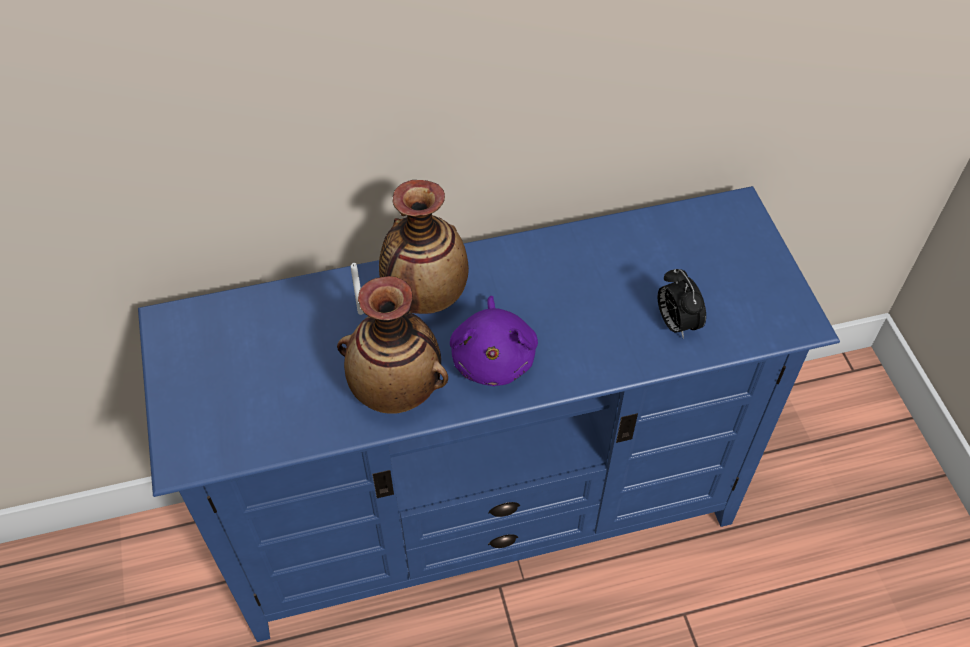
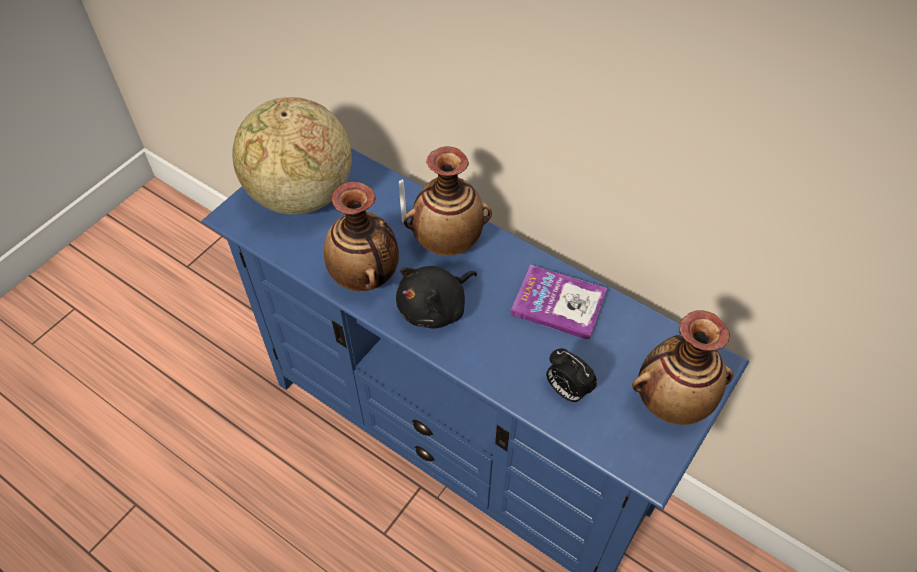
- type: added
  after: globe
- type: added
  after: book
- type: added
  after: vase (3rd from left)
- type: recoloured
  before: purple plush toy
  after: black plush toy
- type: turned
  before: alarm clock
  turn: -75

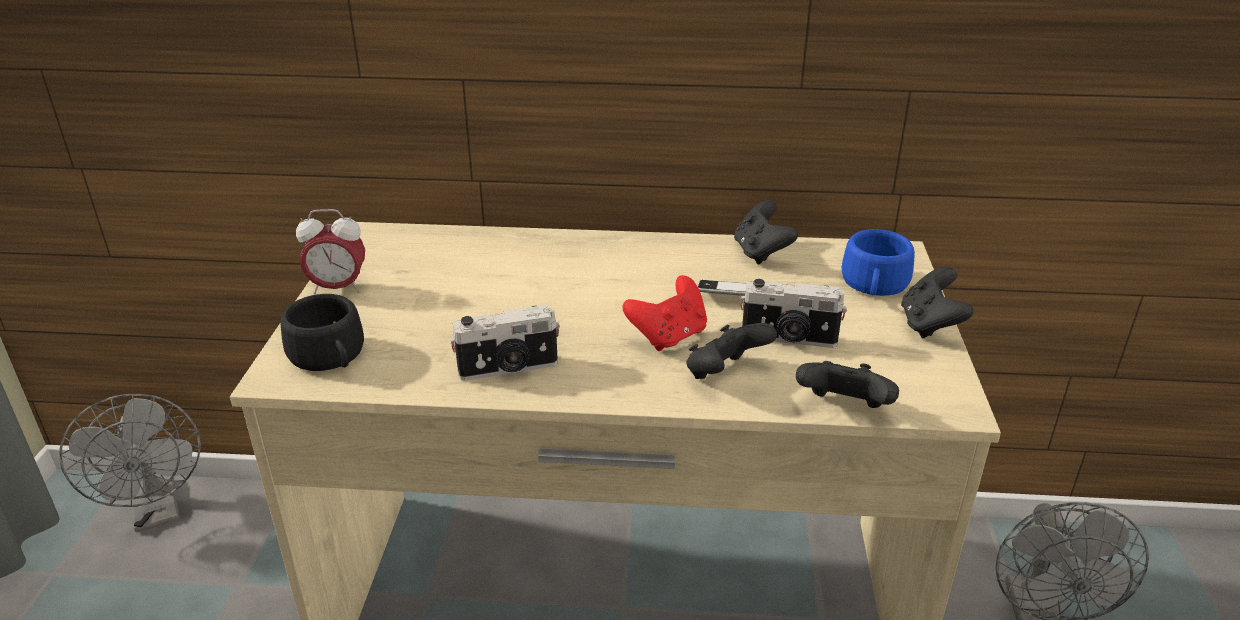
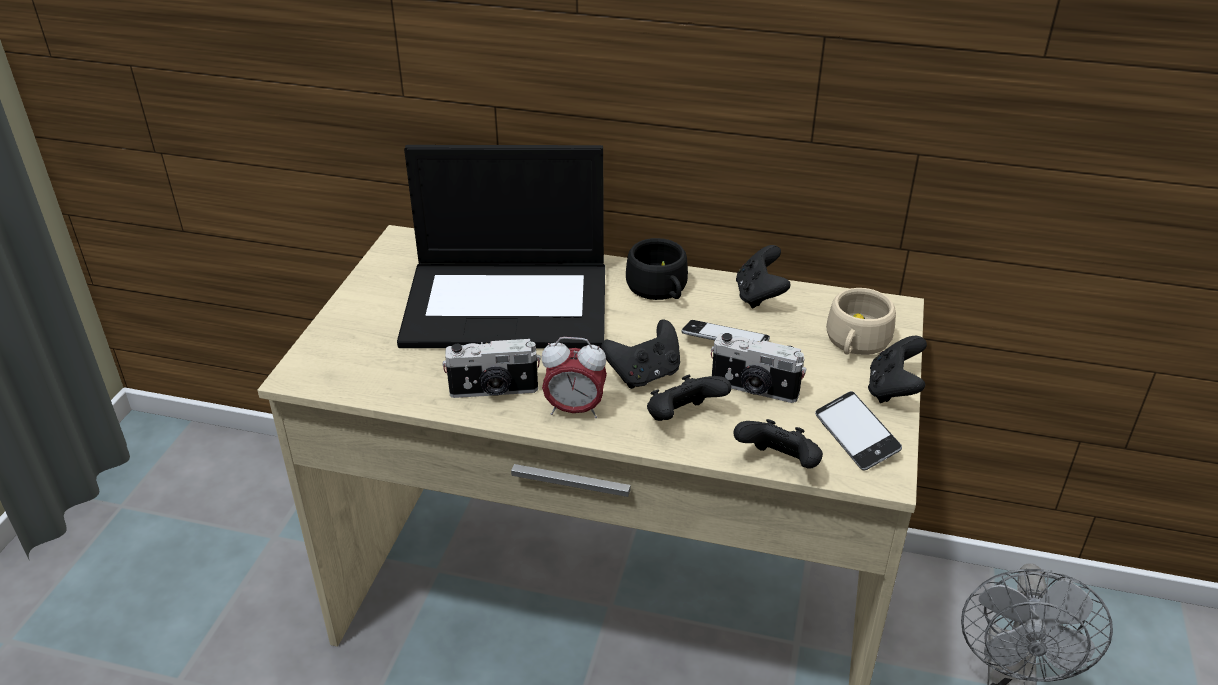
- type: removed
  before: grey fan (1st from left)
- type: added
  after: laptop
- type: added
  after: phone (2nd from left)
- type: moved
  before: black cup
- type: moved
  before: alarm clock
- type: recoloured
  before: red game controller
  after: black game controller (1st from left)
- type: recoloured
  before: blue cup
  after: beige cup

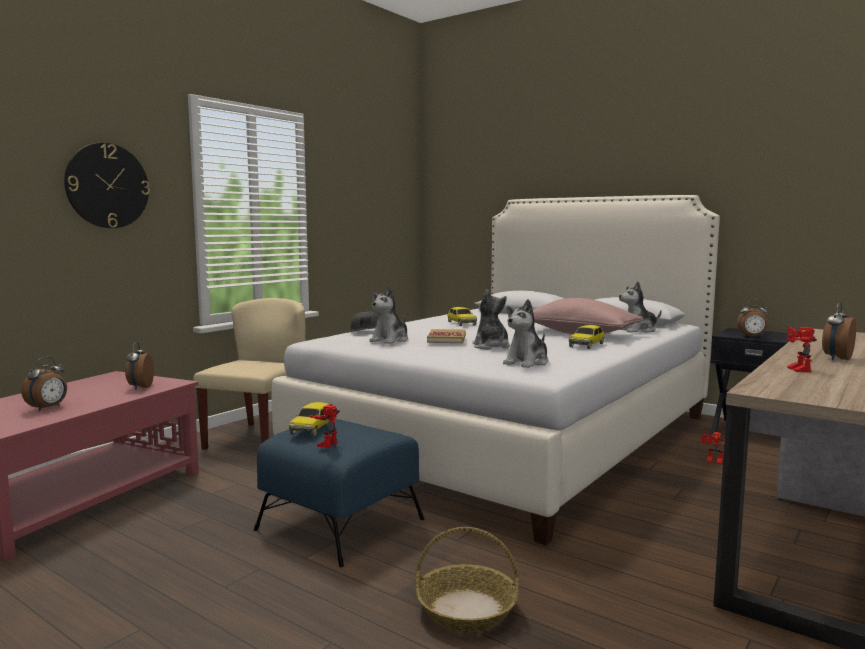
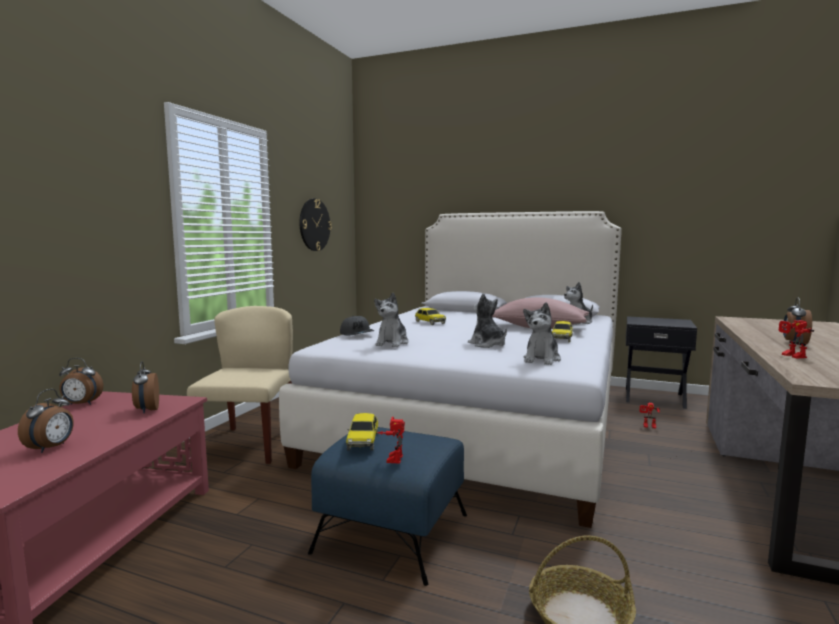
- type: removed
  before: book
- type: moved
  before: wall clock
- type: moved
  before: alarm clock (3rd from left in the first image)
  after: alarm clock (2nd from left)

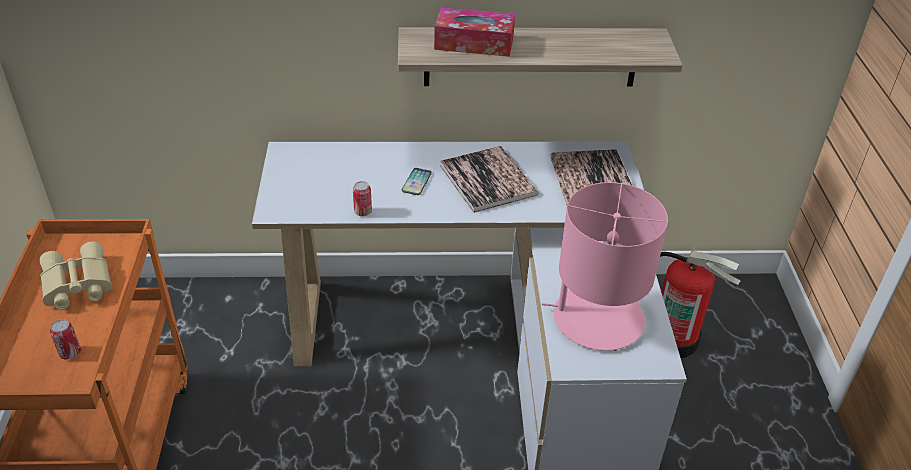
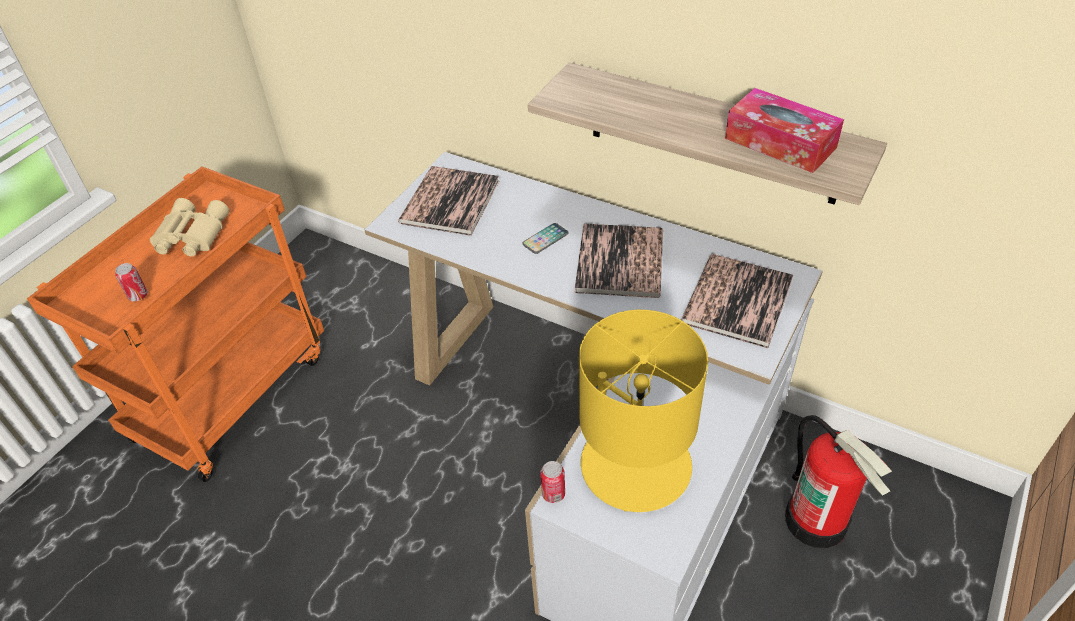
- type: added
  after: book (1st from left)
- type: moved
  before: can (2nd from left)
- type: moved
  before: tissue box
- type: recoloured
  before: pink table lamp
  after: yellow table lamp

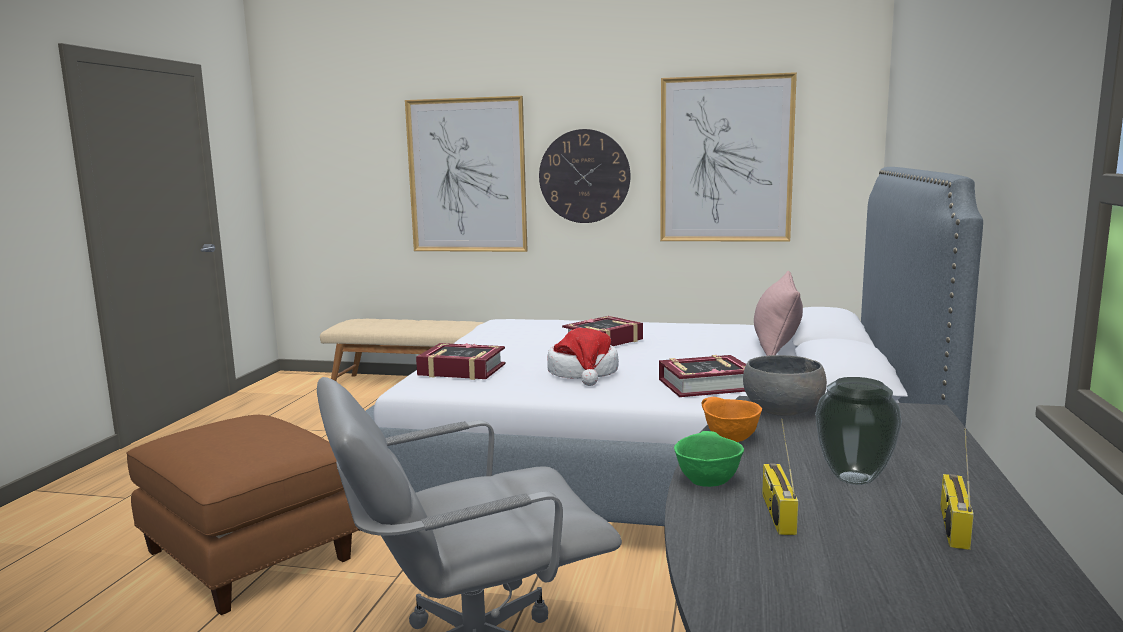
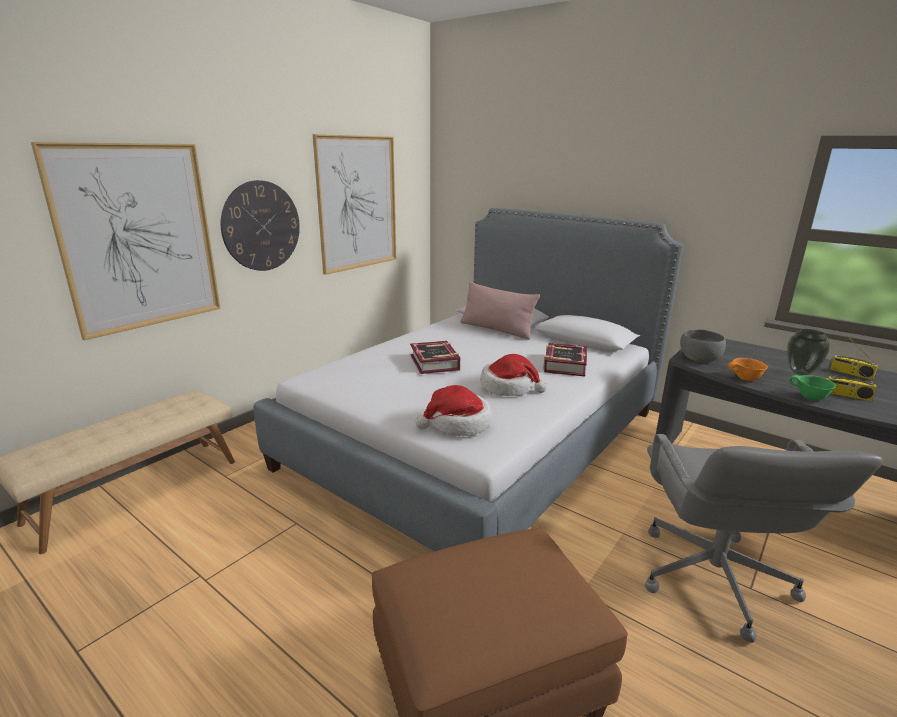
- type: replaced
  before: book (1st from left)
  after: hat (1st from left)

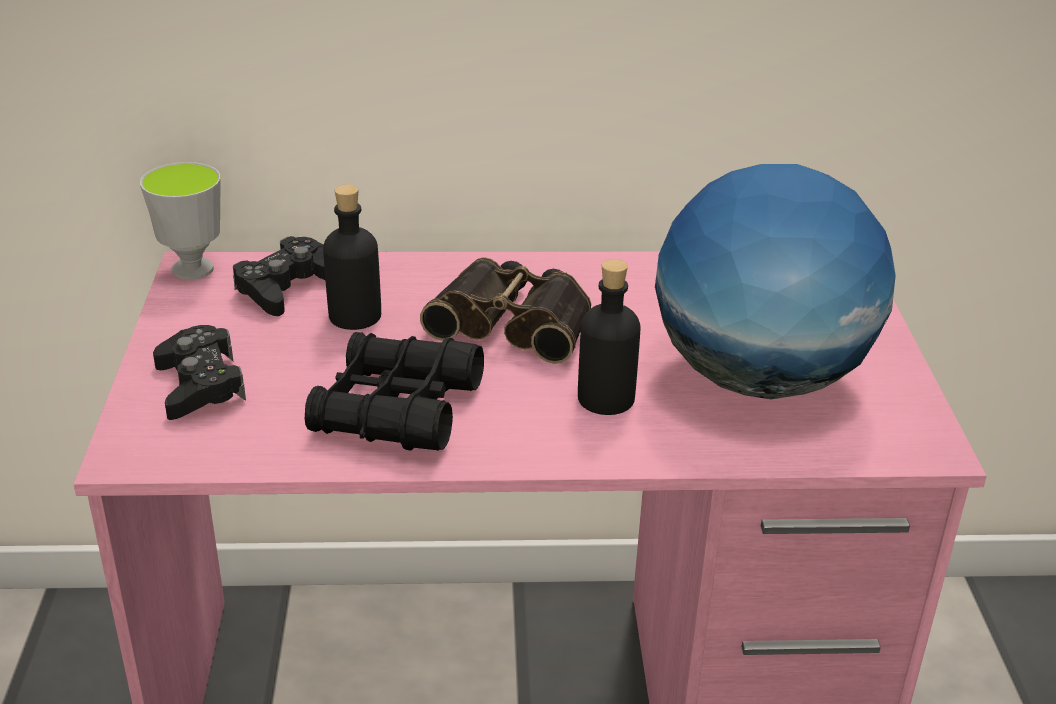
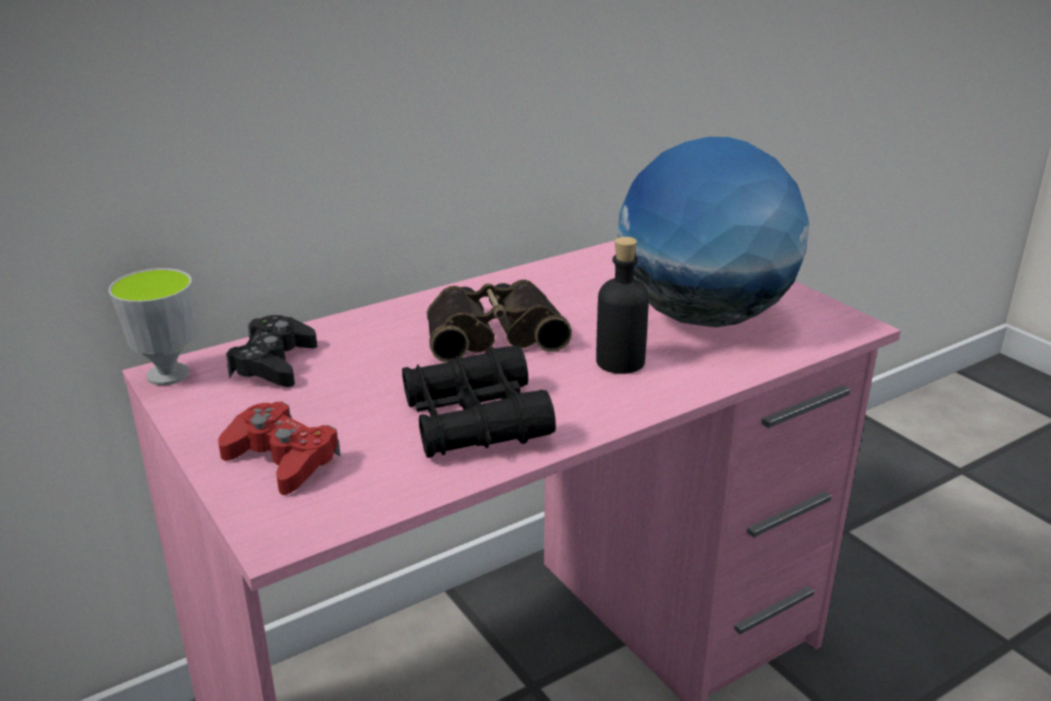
- type: removed
  before: black bottle (1st from left)
- type: recoloured
  before: black game controller (1st from left)
  after: red game controller

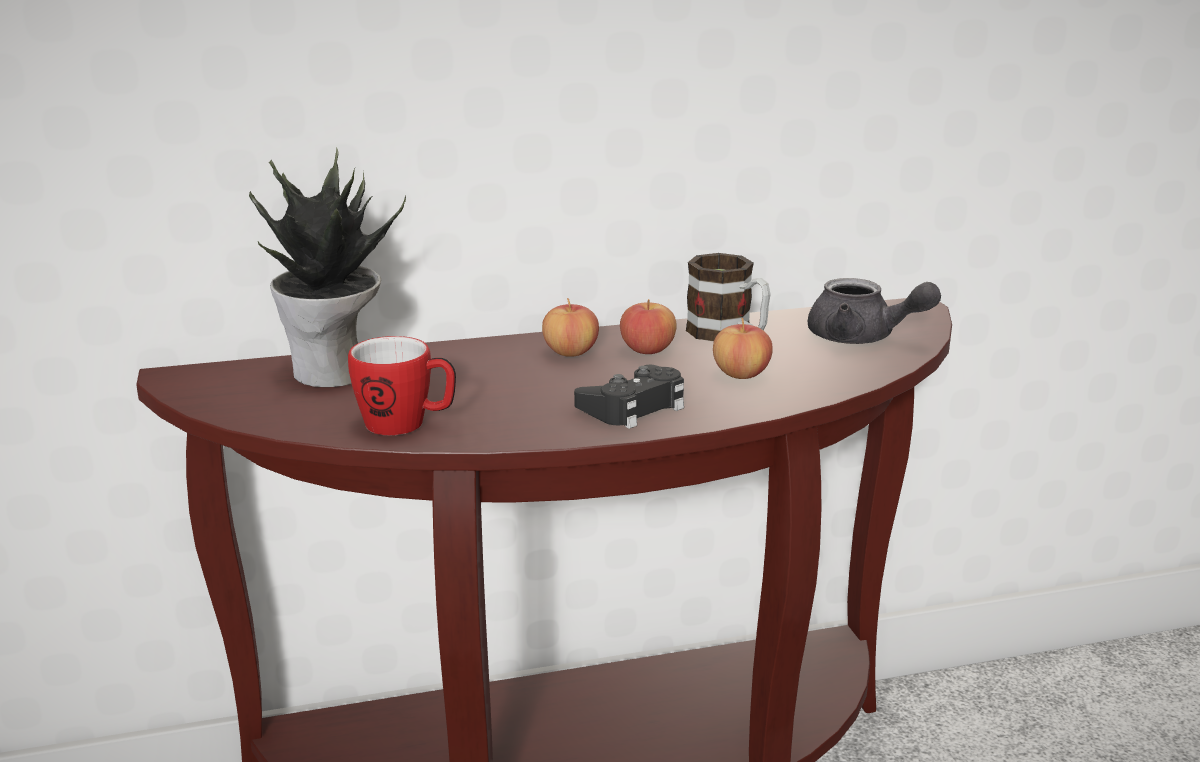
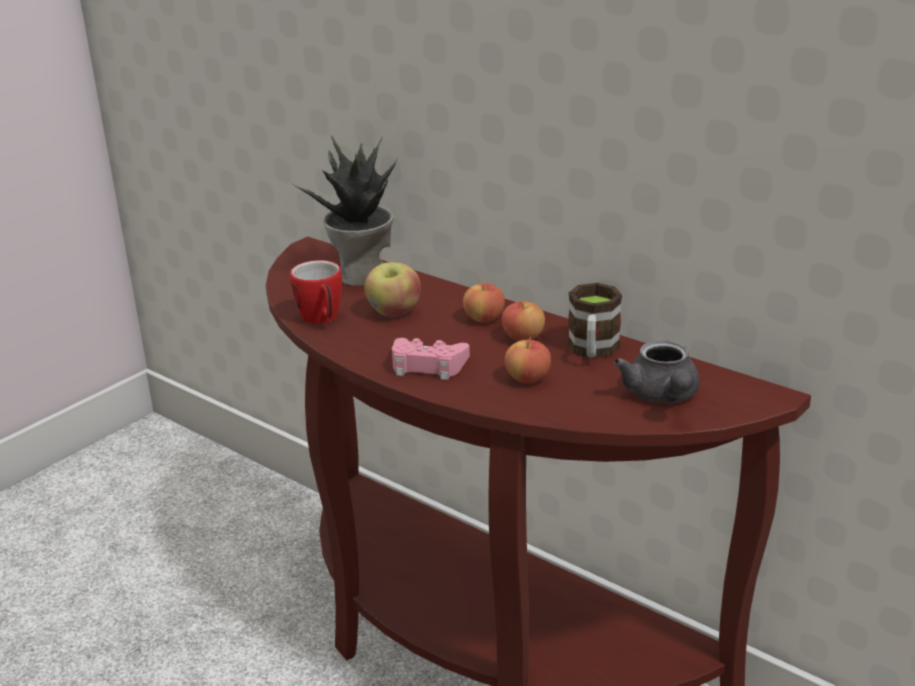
- type: added
  after: apple (1st from left)
- type: recoloured
  before: black game controller
  after: pink game controller

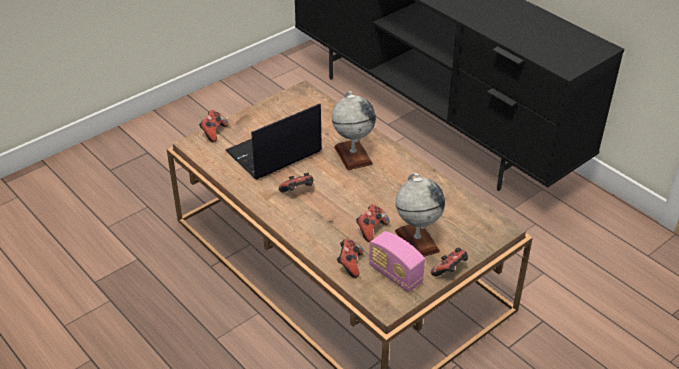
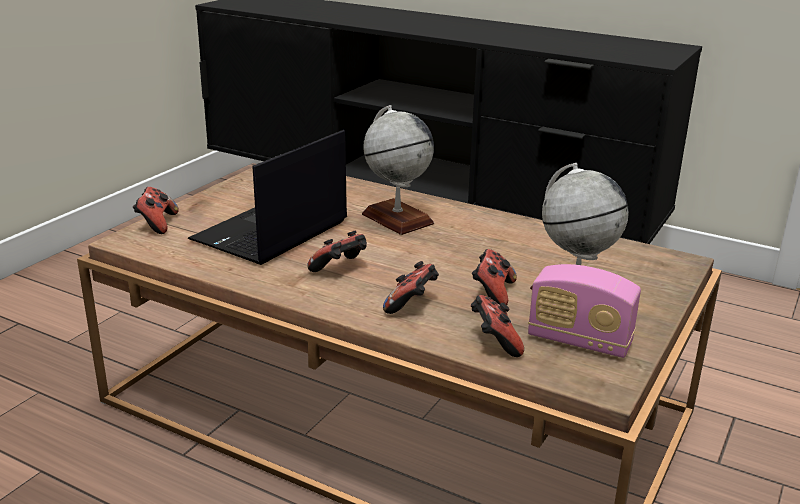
- type: moved
  before: game controller (5th from left in the first image)
  after: game controller (3rd from left)

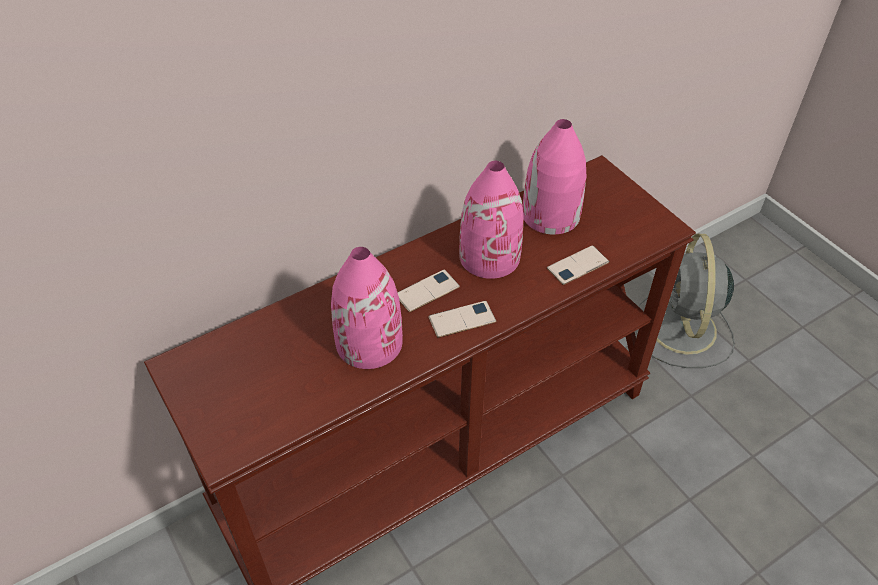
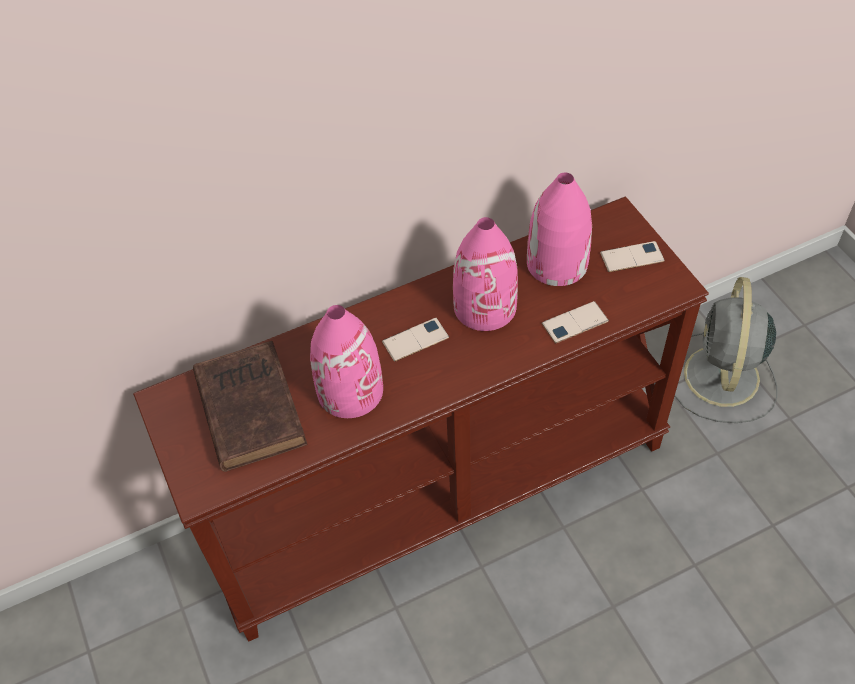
- type: added
  after: brown book
- type: moved
  before: phone (2nd from left in the first image)
  after: phone (3rd from left)

